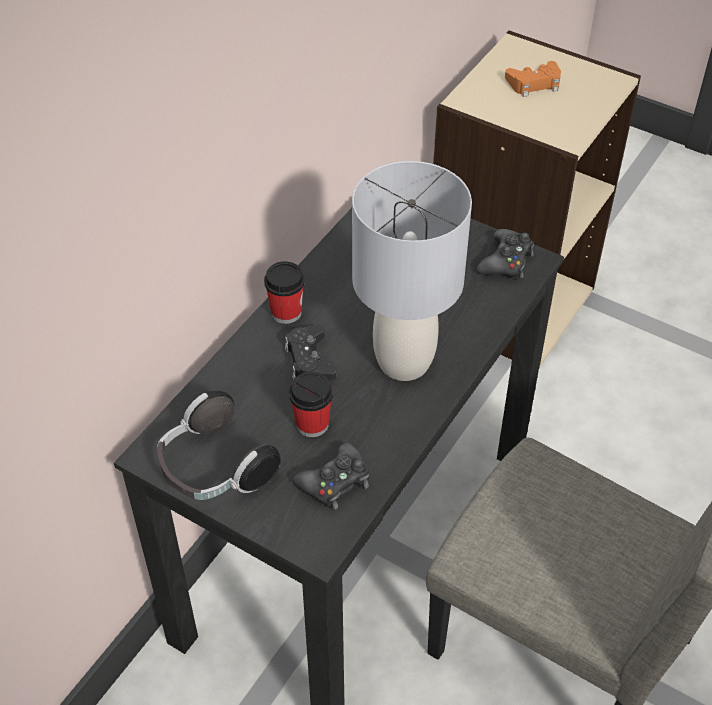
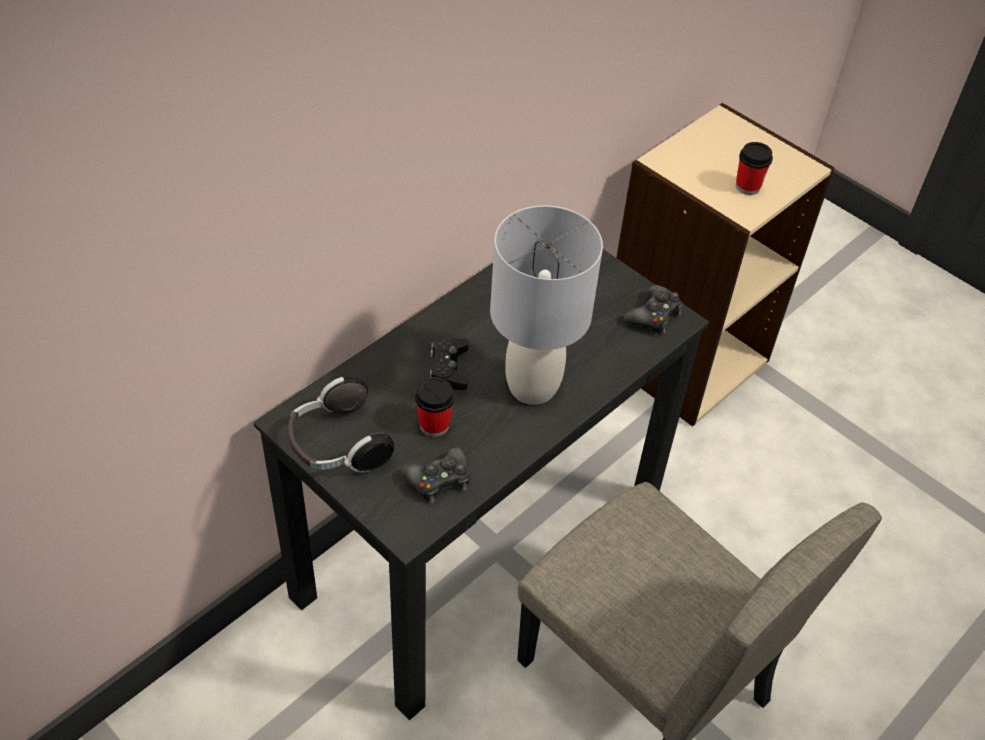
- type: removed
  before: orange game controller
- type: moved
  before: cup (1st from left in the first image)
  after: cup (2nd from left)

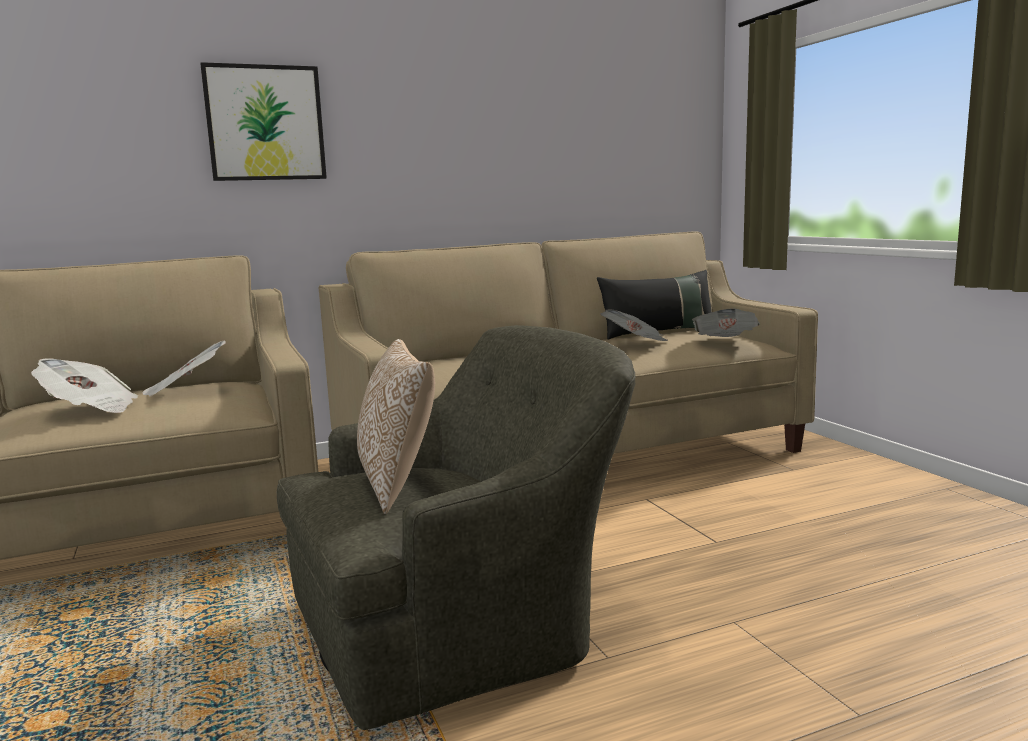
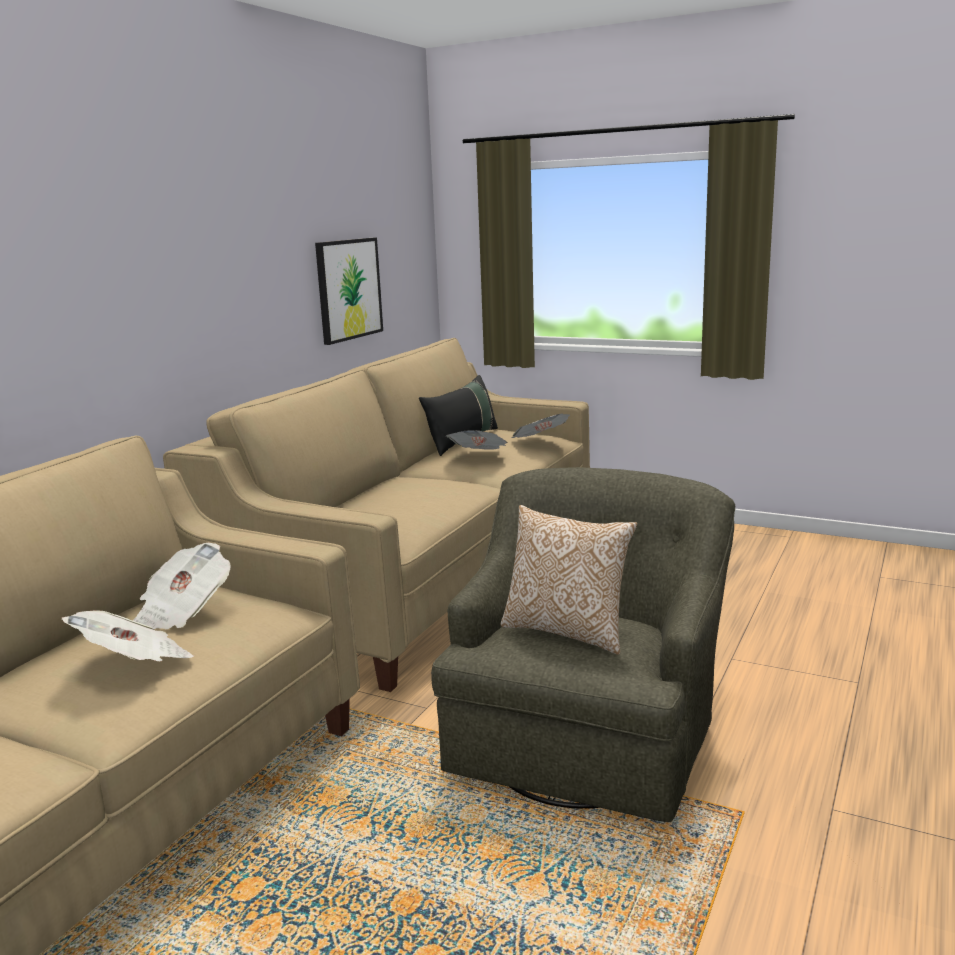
- type: moved
  before: picture

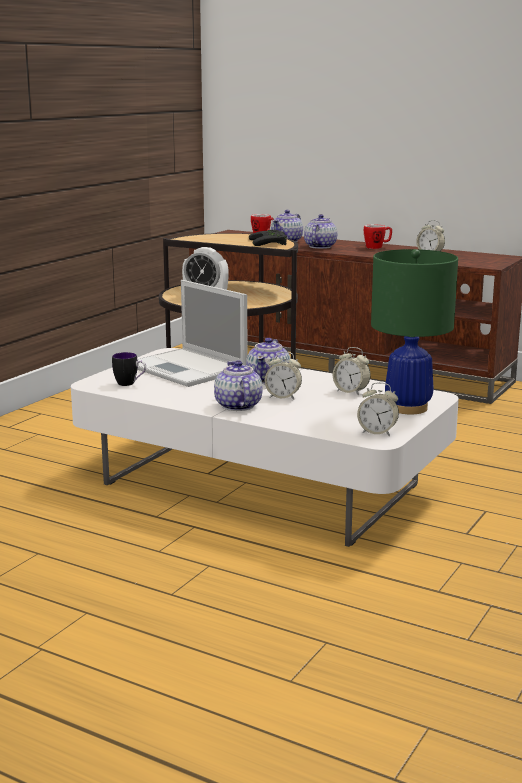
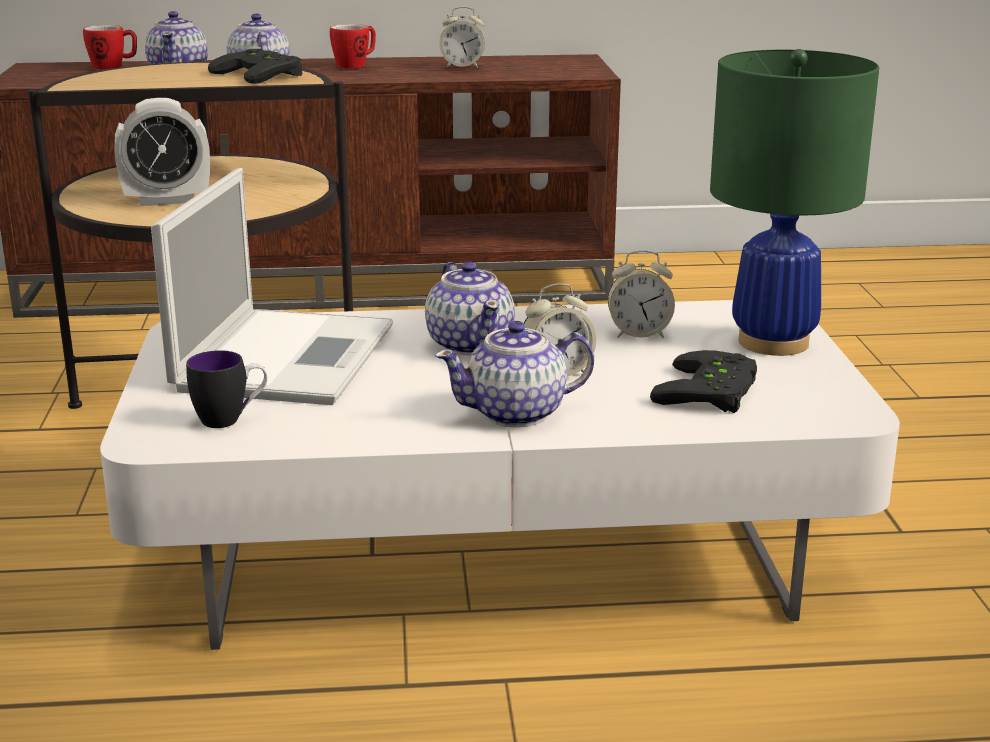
- type: removed
  before: alarm clock (4th from left)
- type: added
  after: black game controller (2nd from left)
- type: turned
  before: laptop
  turn: -90
- type: turned
  before: teapot (1st from left in the first image)
  turn: -60

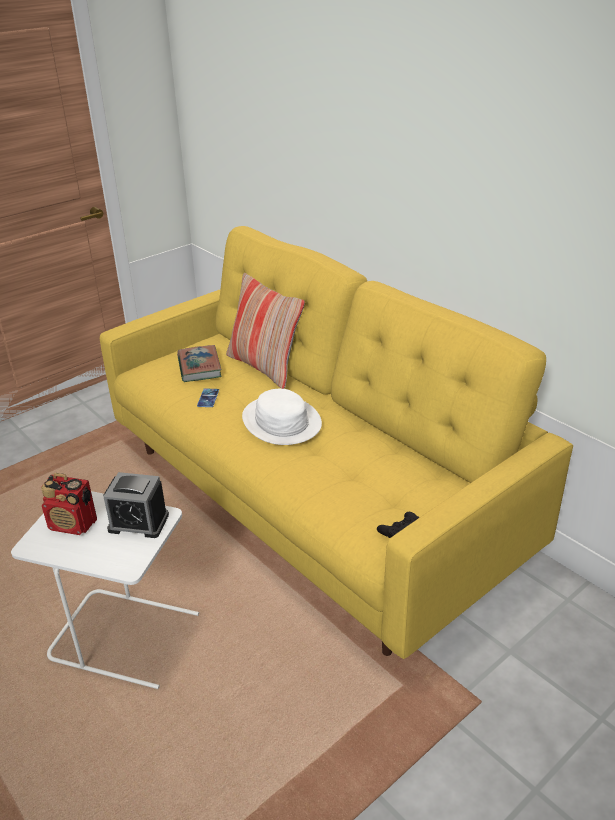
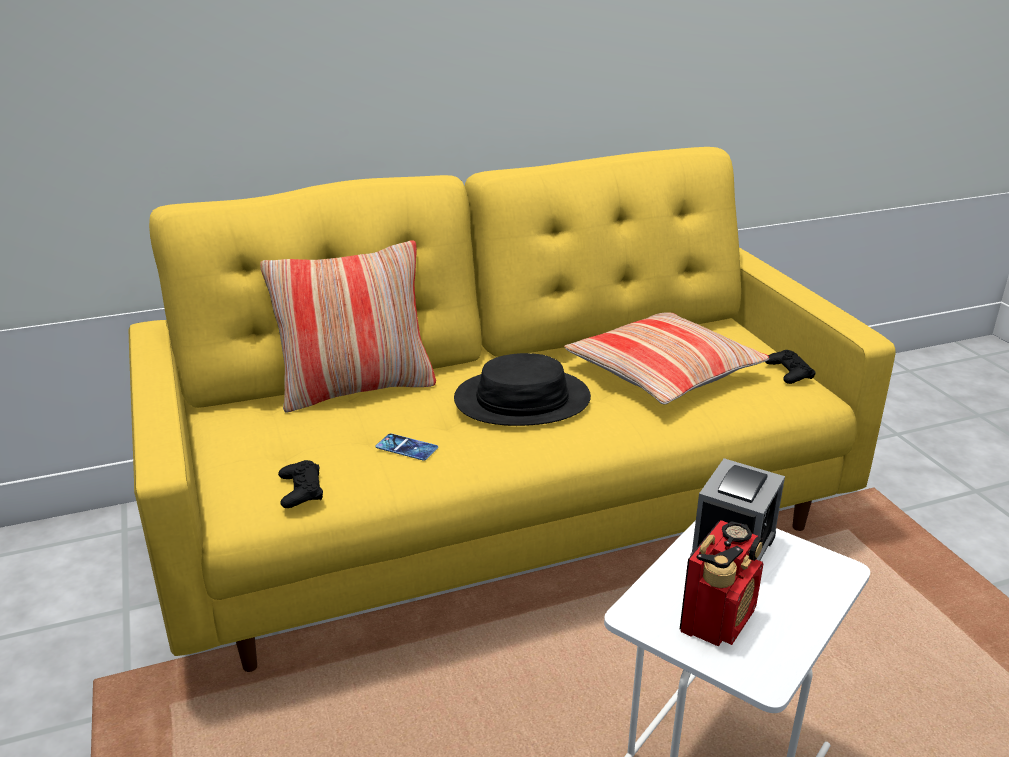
- type: removed
  before: book
- type: added
  after: black game controller (1st from left)
- type: added
  after: pillow (2nd from left)
- type: recoloured
  before: white hat
  after: black hat

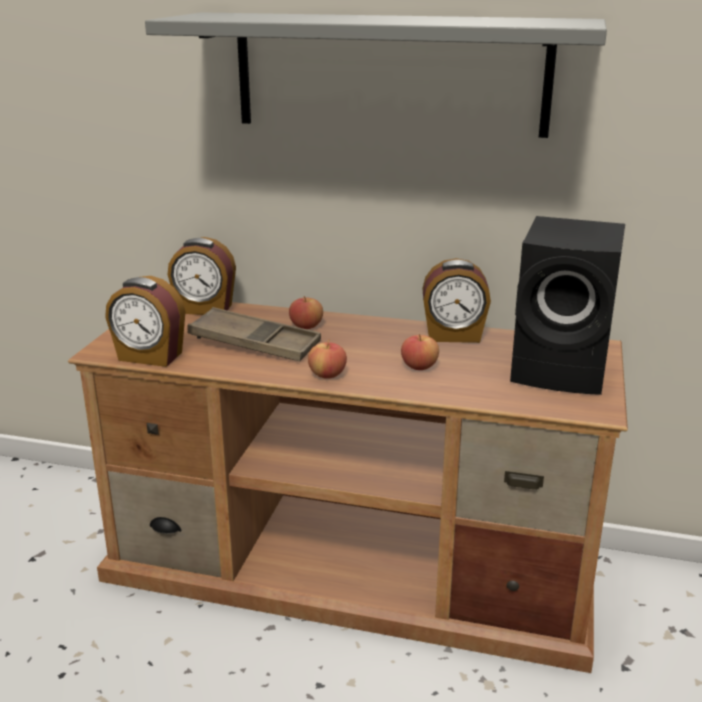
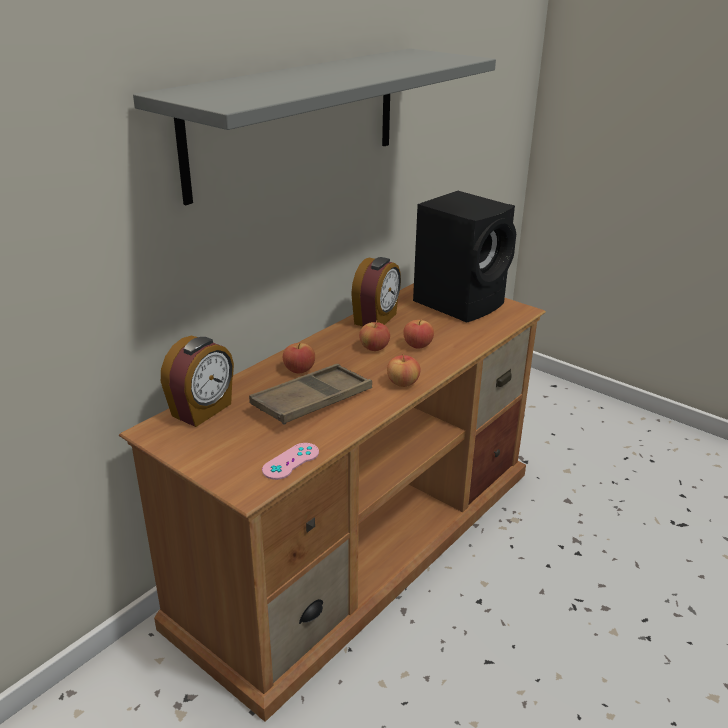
- type: added
  after: apple (2nd from left)
- type: replaced
  before: alarm clock (1st from left)
  after: pink game controller

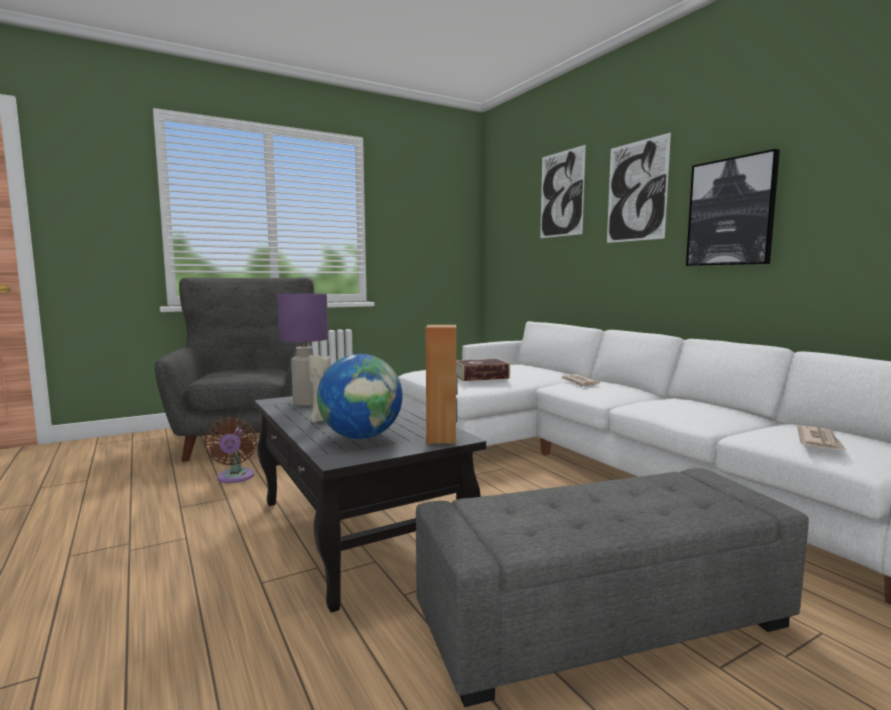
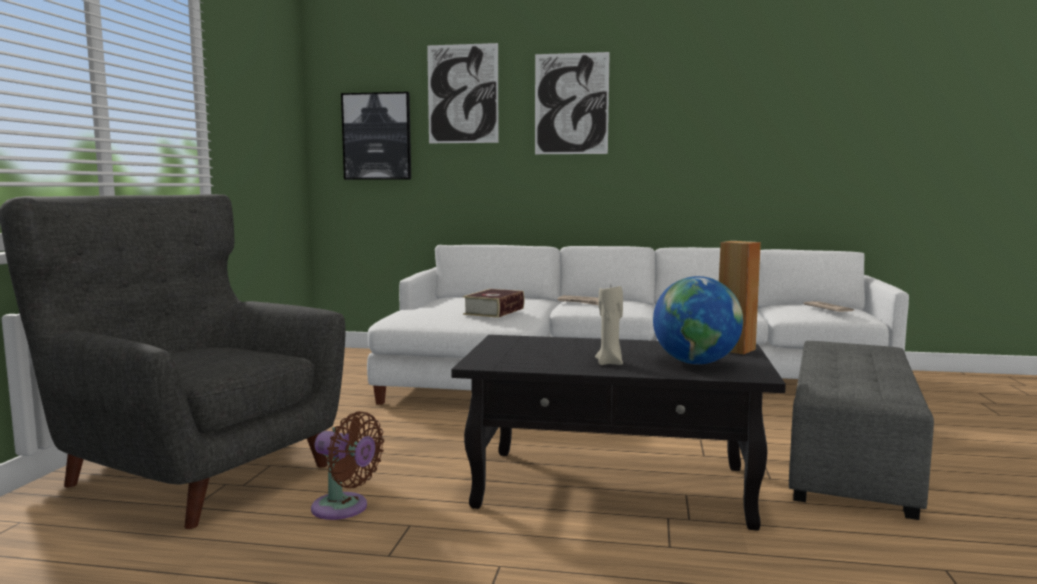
- type: removed
  before: purple table lamp
- type: moved
  before: picture (3rd from left in the first image)
  after: picture (1st from left)

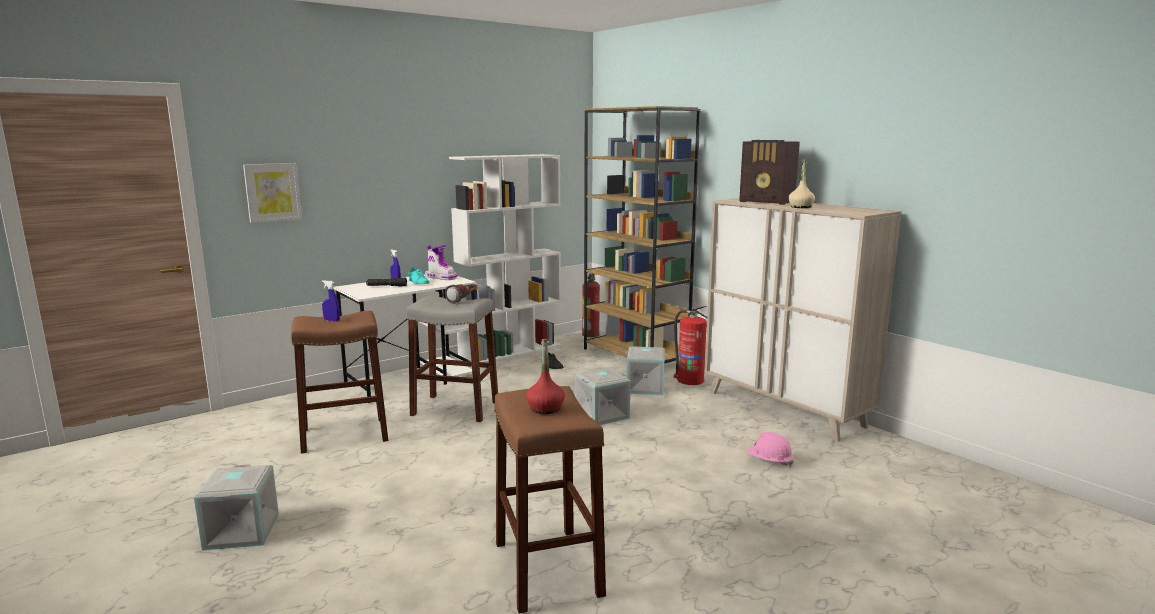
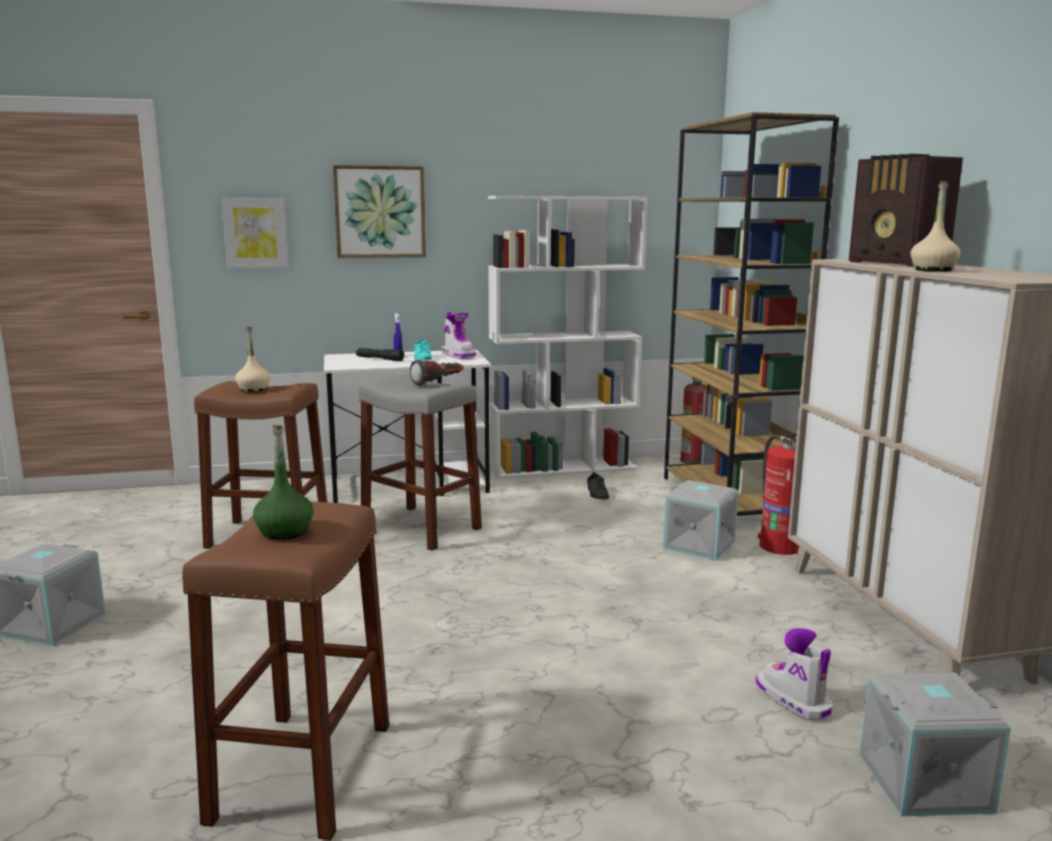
- type: added
  after: picture (2nd from left)
- type: moved
  before: grey storage box (2nd from left in the first image)
  after: grey storage box (3rd from left)
- type: replaced
  before: blue spray bottle (1st from left)
  after: beige bottle (1st from left)
- type: replaced
  before: pink hard hat
  after: boot (2nd from left)
- type: recoloured
  before: red bottle
  after: green bottle

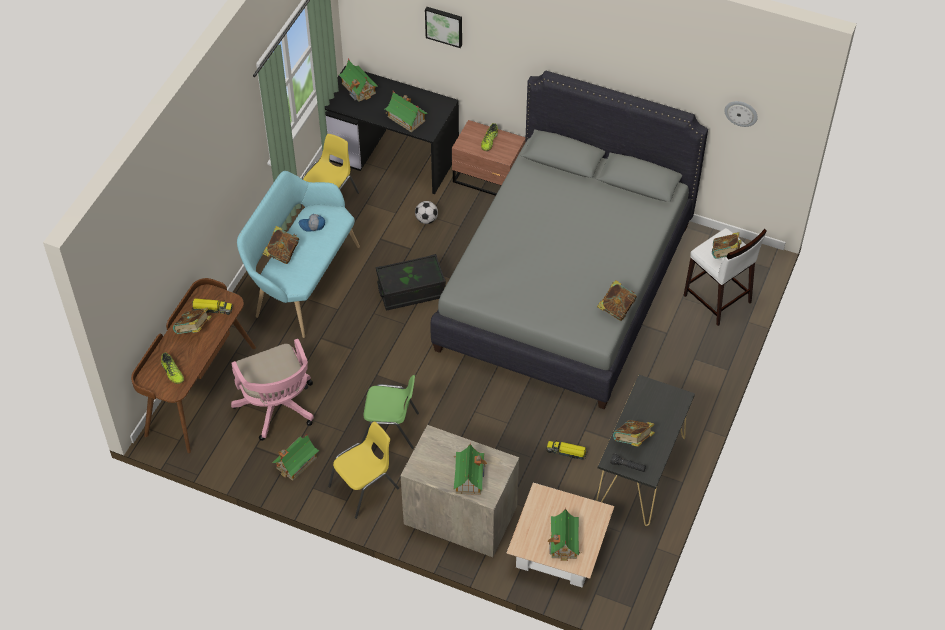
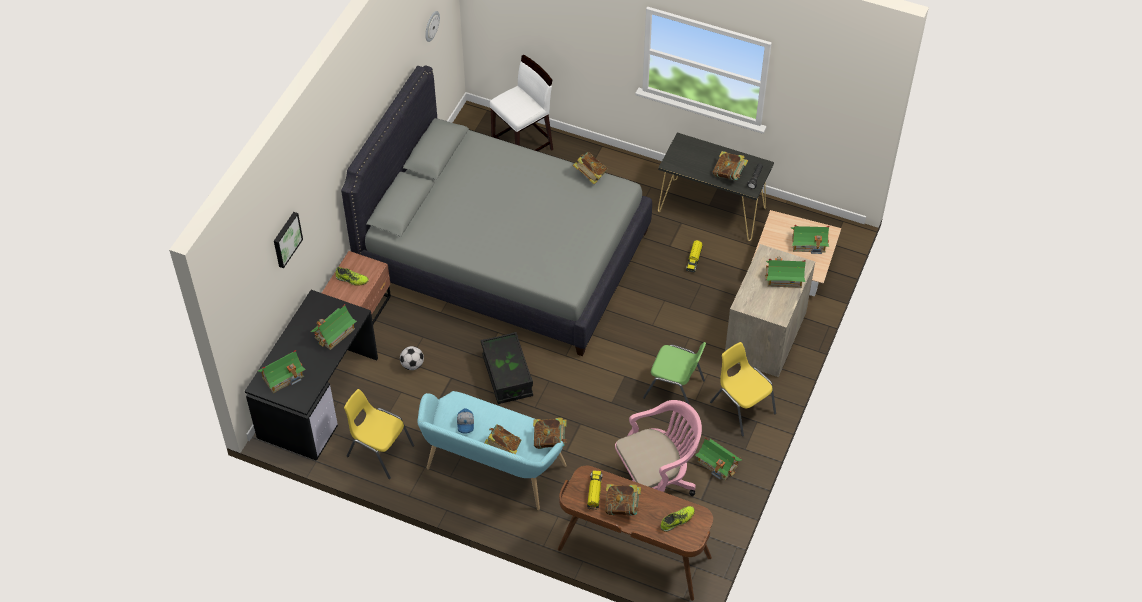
- type: moved
  before: book (5th from left in the first image)
  after: book (2nd from left)
- type: turned
  before: green chair
  turn: 105

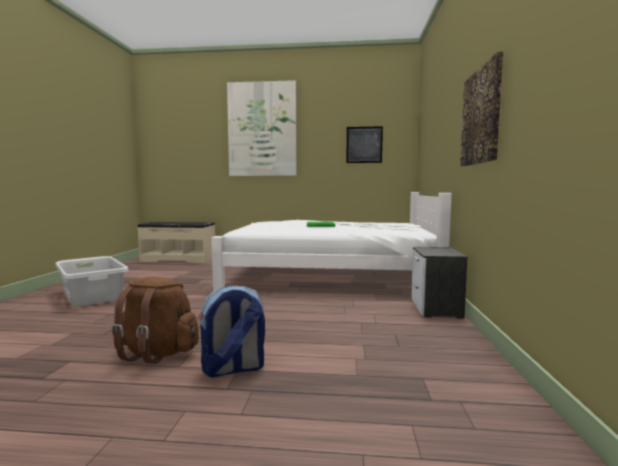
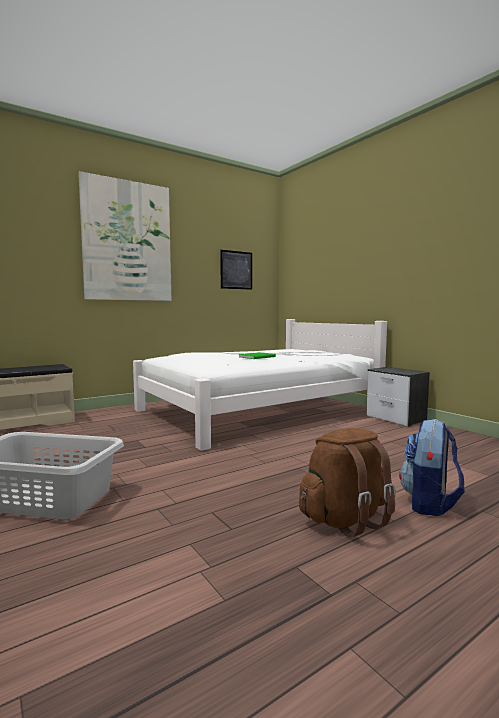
- type: removed
  before: picture (3rd from left)

